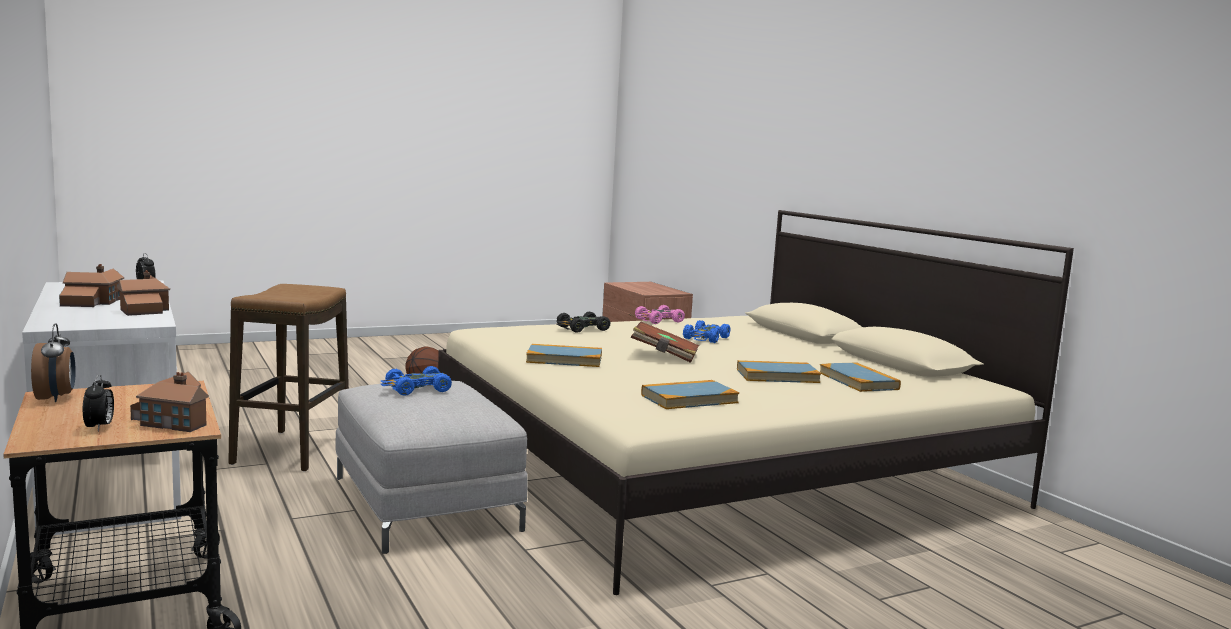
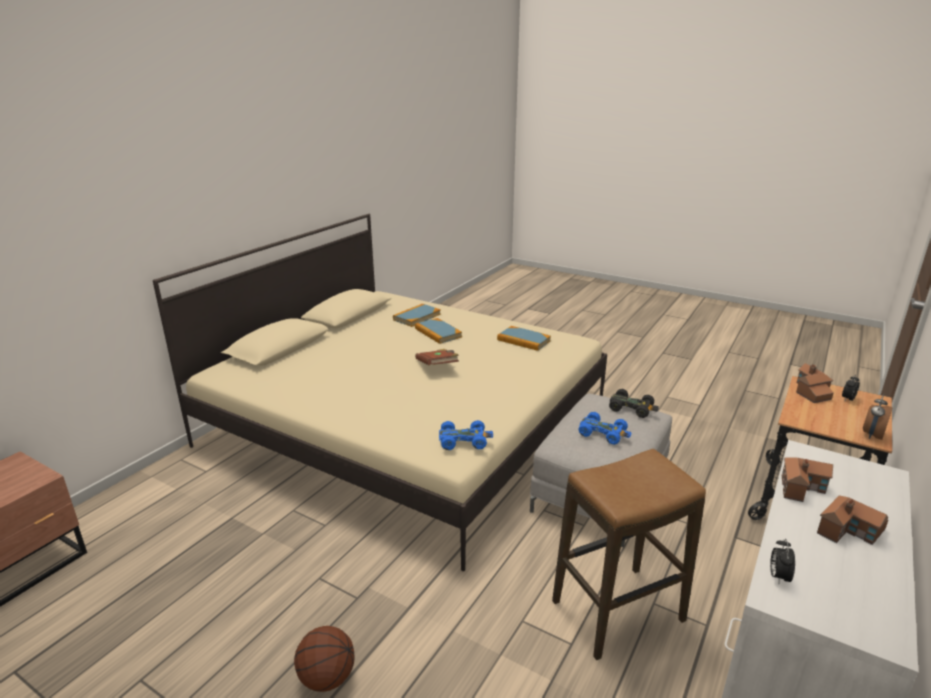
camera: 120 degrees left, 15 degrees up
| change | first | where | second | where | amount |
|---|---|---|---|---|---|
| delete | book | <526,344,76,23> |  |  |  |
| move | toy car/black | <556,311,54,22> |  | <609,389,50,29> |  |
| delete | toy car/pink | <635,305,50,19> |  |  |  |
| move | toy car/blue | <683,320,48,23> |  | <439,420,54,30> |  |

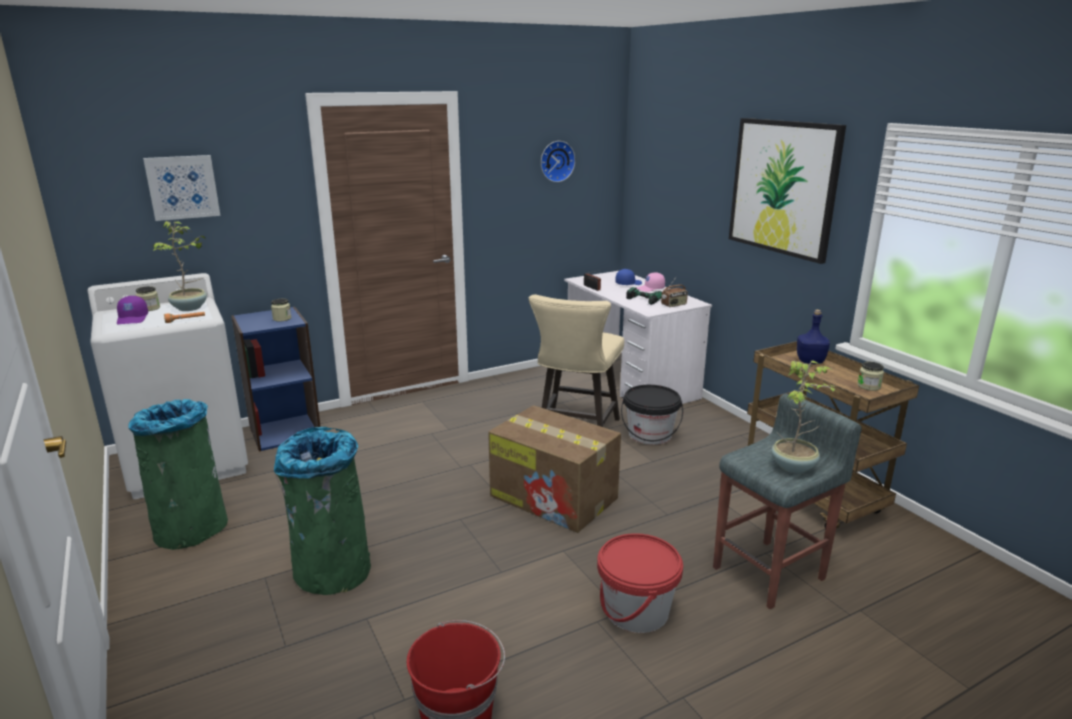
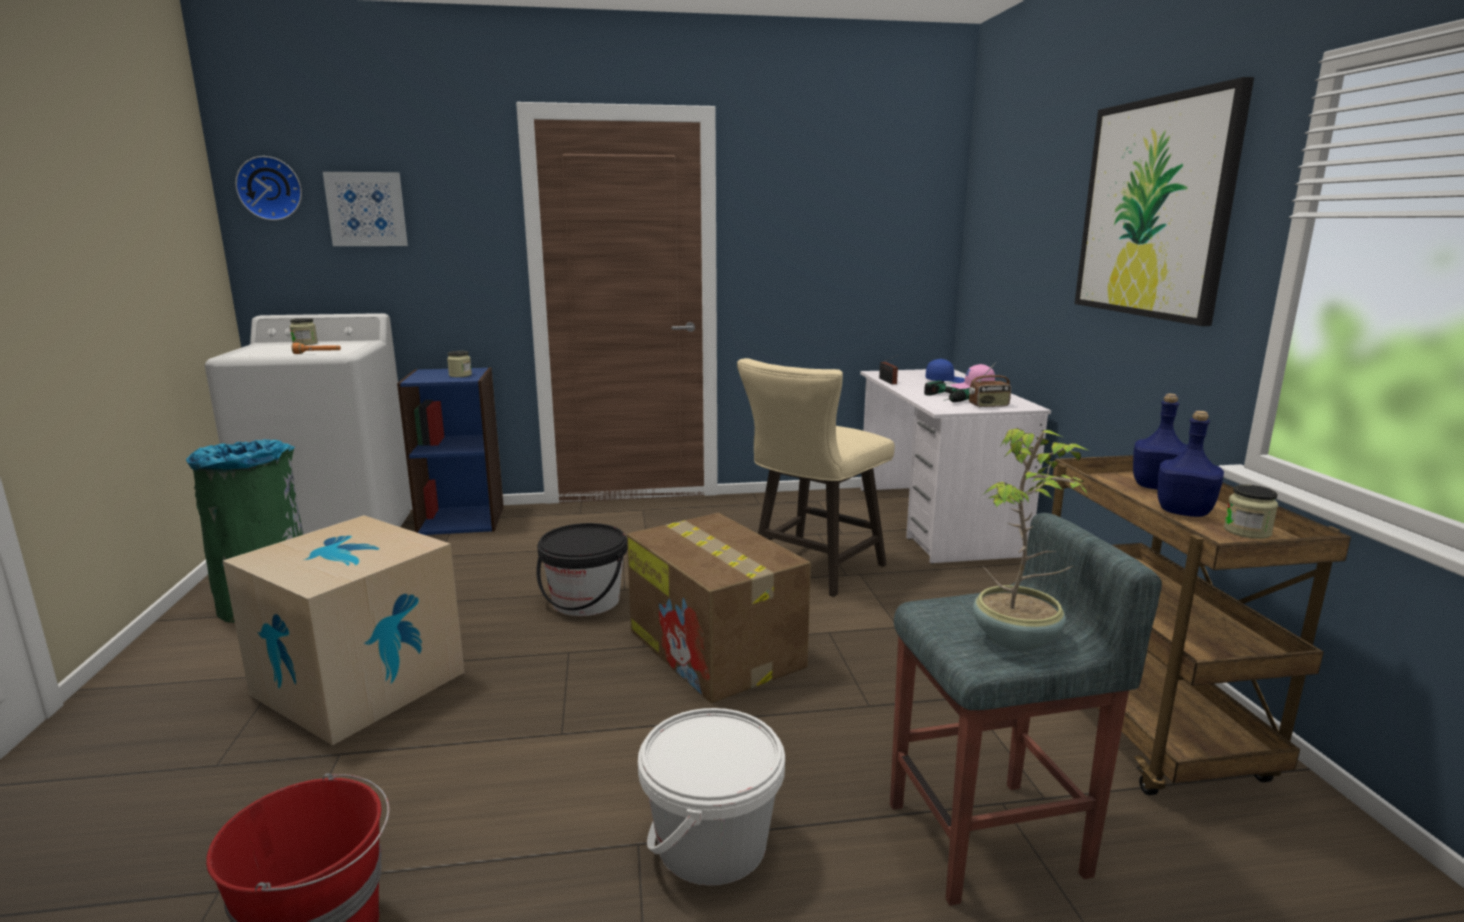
camera: 20 degrees right, 5 degrees down
| change | first | where | second | where | amount |
|---|---|---|---|---|---|
| delete | cap/purple | <117,296,31,28> |  |  |  |
| delete | potted plant | <153,221,54,90> |  |  |  |
| replace | trash can/green | <274,427,97,168> | cardboard box | <223,515,242,230> |  |
| move | wall clock | <541,141,34,41> |  | <235,156,67,65> |  |
| recolor | bucket/red | <597,533,86,100> | bucket/white | <638,708,147,177> |  |
| move | bucket/black | <621,385,62,60> |  | <536,523,91,93> |  |
| insert |  |  | bottle/blue | <1157,411,67,106> |  |

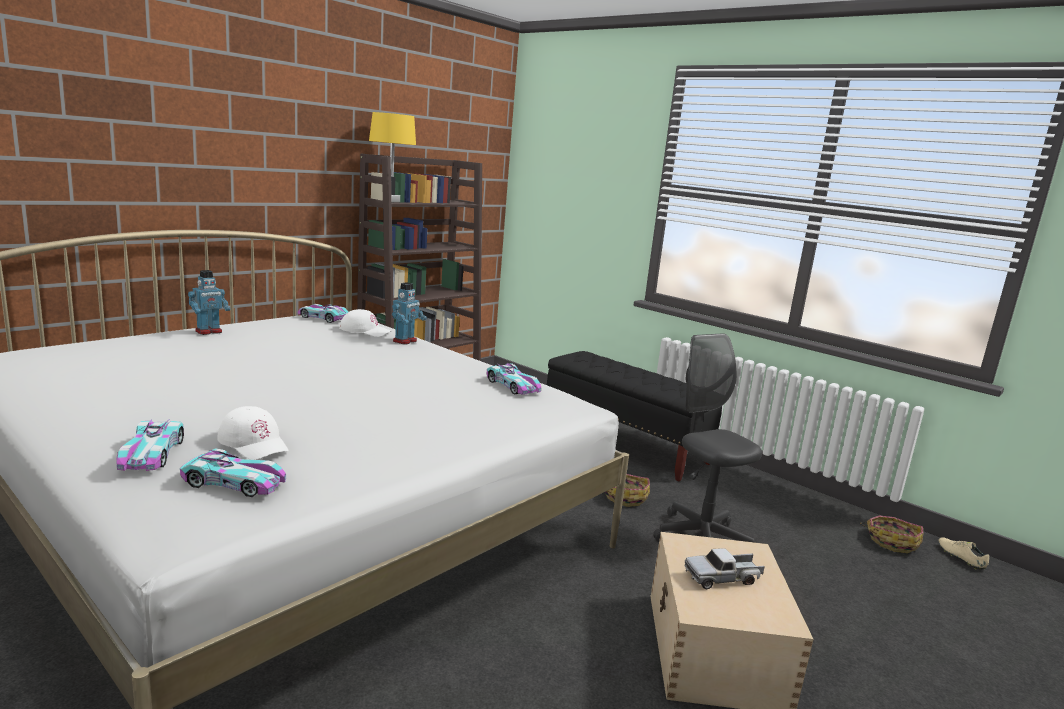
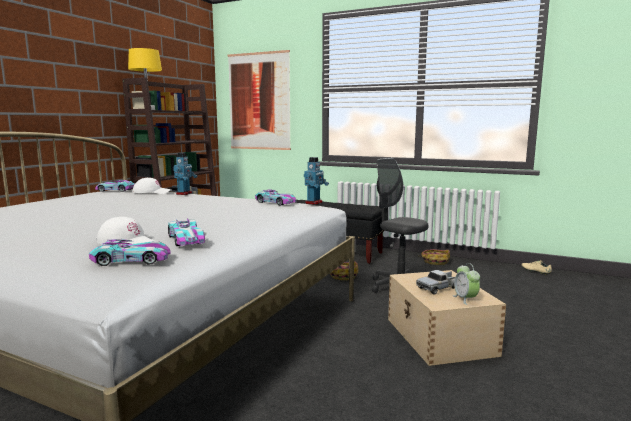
camera: 15 degrees left, 5 degrees down
| change | first | where | second | where | amount |
|---|---|---|---|---|---|
| move | toy car | <116,419,68,52> |  | <168,219,37,27> |  |
| move | toy robot | <188,270,42,65> |  | <304,157,25,48> |  |
| move | basket | <860,515,63,38> |  | <418,249,32,16> |  |
| insert |  |  | picture | <228,50,63,100> |  |
| insert |  |  | alarm clock | <453,263,27,42> |  |

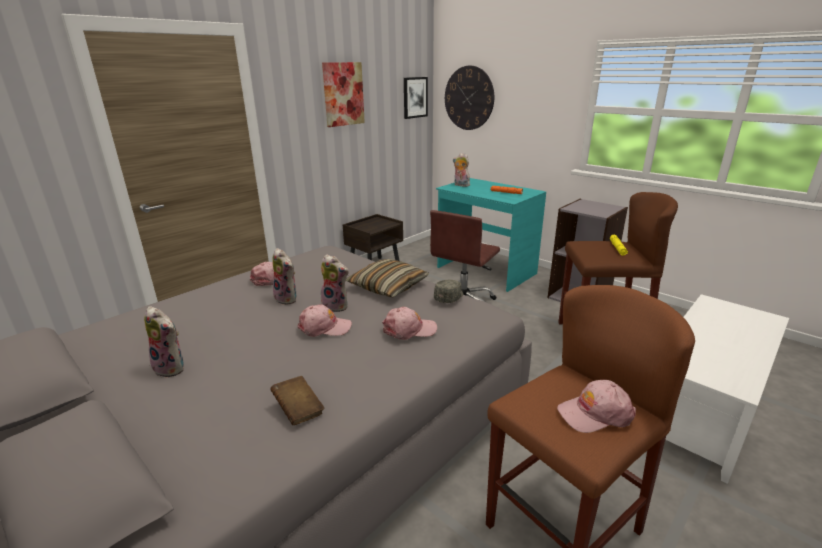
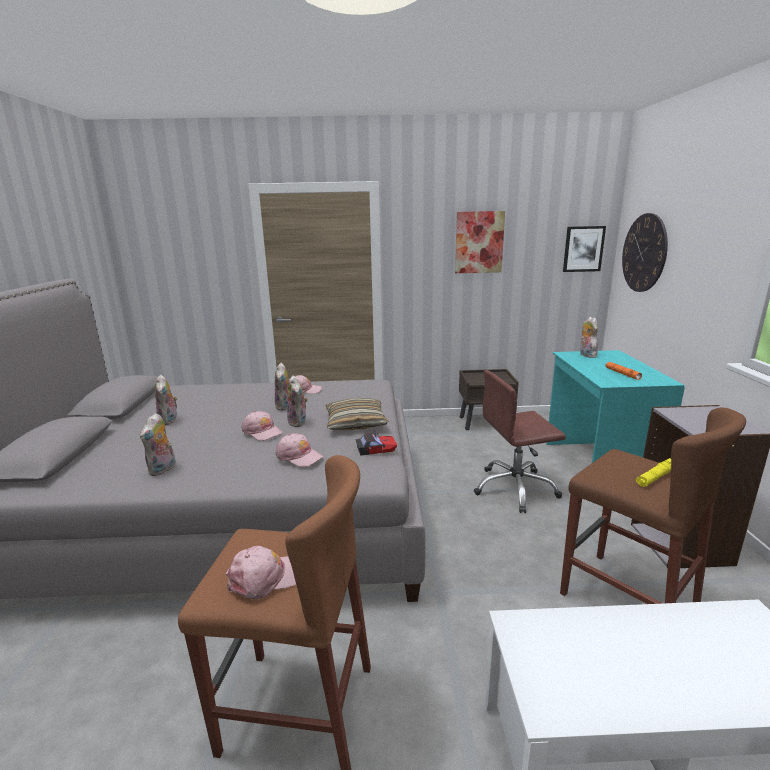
camera: 45 degrees right, 5 degrees down
| change | first | where | second | where | amount |
|---|---|---|---|---|---|
| replace | book/brown | <270,376,55,49> | plush toy | <140,413,35,63> |  |
| replace | cap/grey | <434,280,29,23> | toy car | <355,431,42,25> |  |
| rotate | cap/pink | <557,380,79,53> |  | <226,546,70,53> | 120 degrees clockwise |

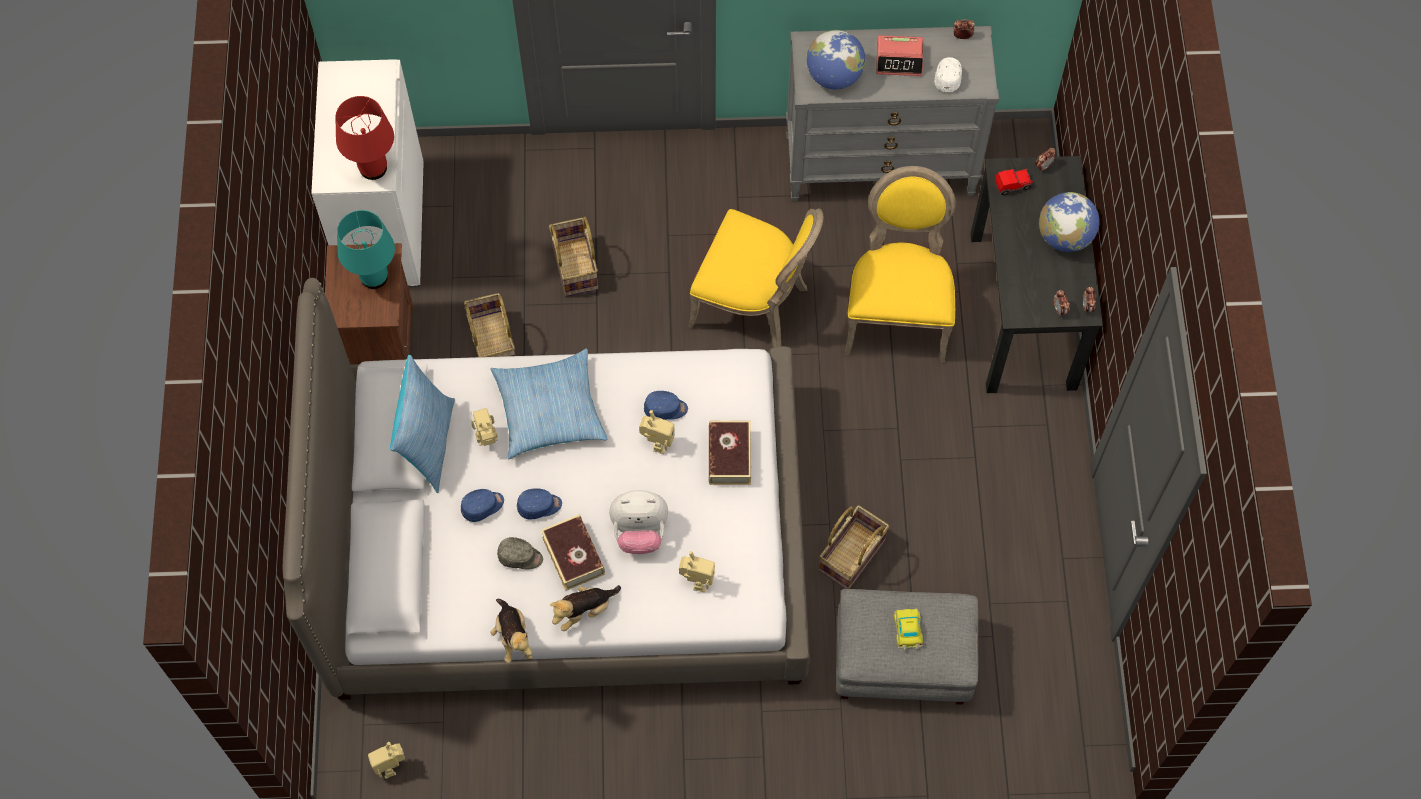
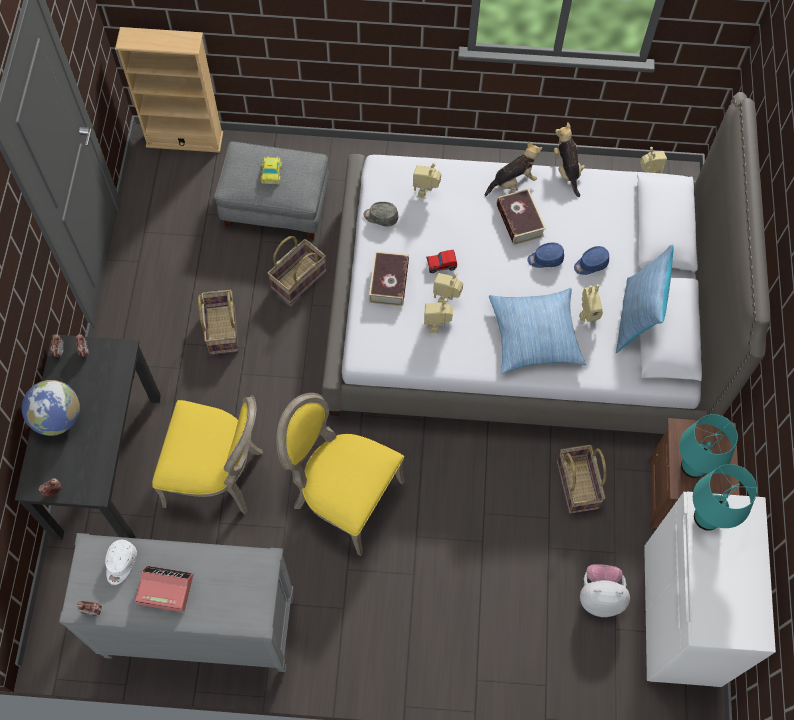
camera: 175 degrees left, 0 degrees up
| change | first | where | second | where | amount |
|---|---|---|---|---|---|
| recolor | table lamp/red | <336,96,58,84> | table lamp/turquoise | <693,464,64,67> |  |
| move | cap/grey | <497,537,46,32> |  | <364,202,35,25> |  |
| move | basket | <549,217,49,79> |  | <198,290,40,65> |  |
| move | plush toy | <609,490,59,64> |  | <580,564,50,53> |  |
| replace | cap/blue | <644,391,44,29> | toy robot | <424,298,29,35> |  |
| delete | globe | <806,30,60,59> |  |  |  |
| rotate | chair/yellow | <845,166,111,197> |  | <152,395,111,119> | 90 degrees counterclockwise |
| move | toy car | <995,169,38,26> |  | <426,250,31,23> |  |
| insert |  |  | bookcase/beige | <115,27,108,126> |  |

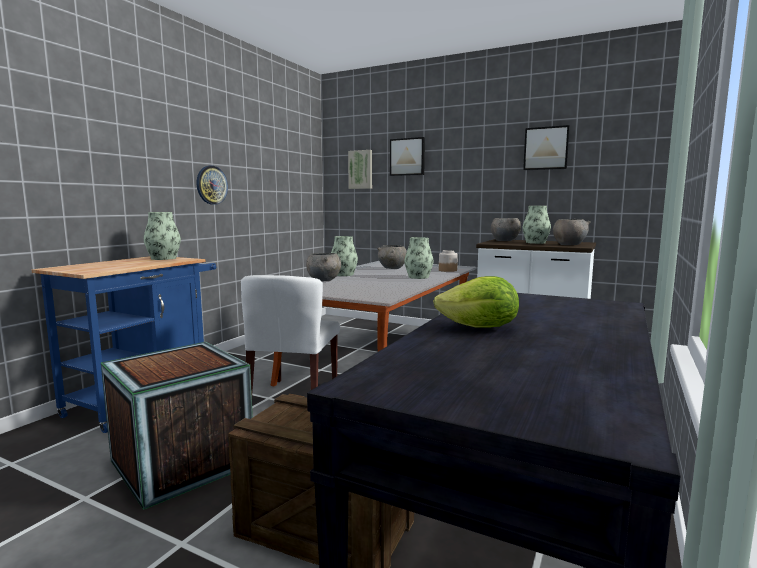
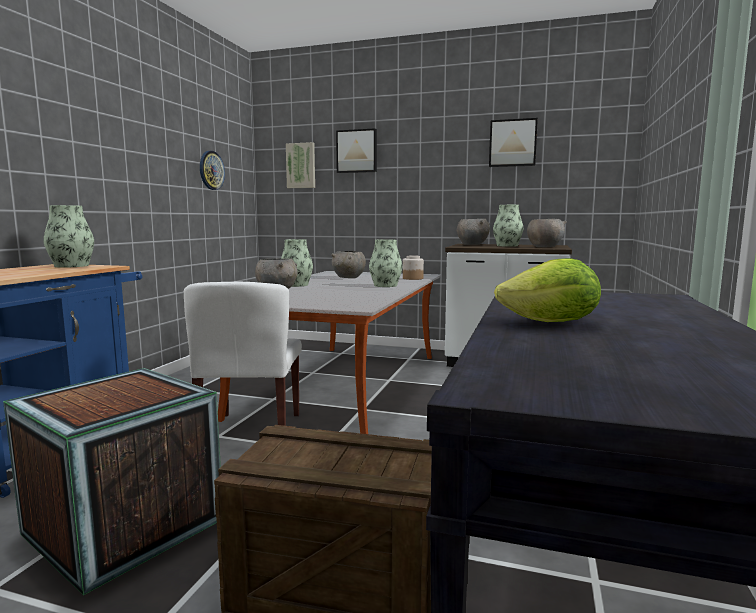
camera: 10 degrees left, 0 degrees up
| change | first | where | second | where | amount |
|---|---|---|---|---|---|
| move | wall clock | <197,166,31,39> |  | <200,151,25,39> |  |

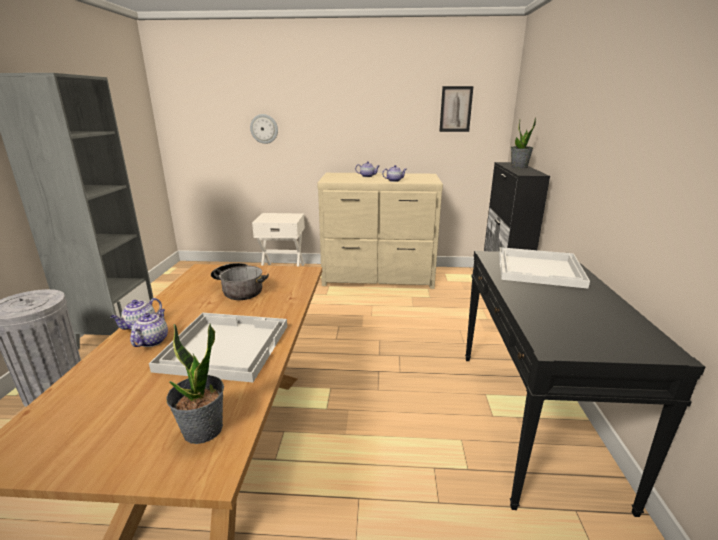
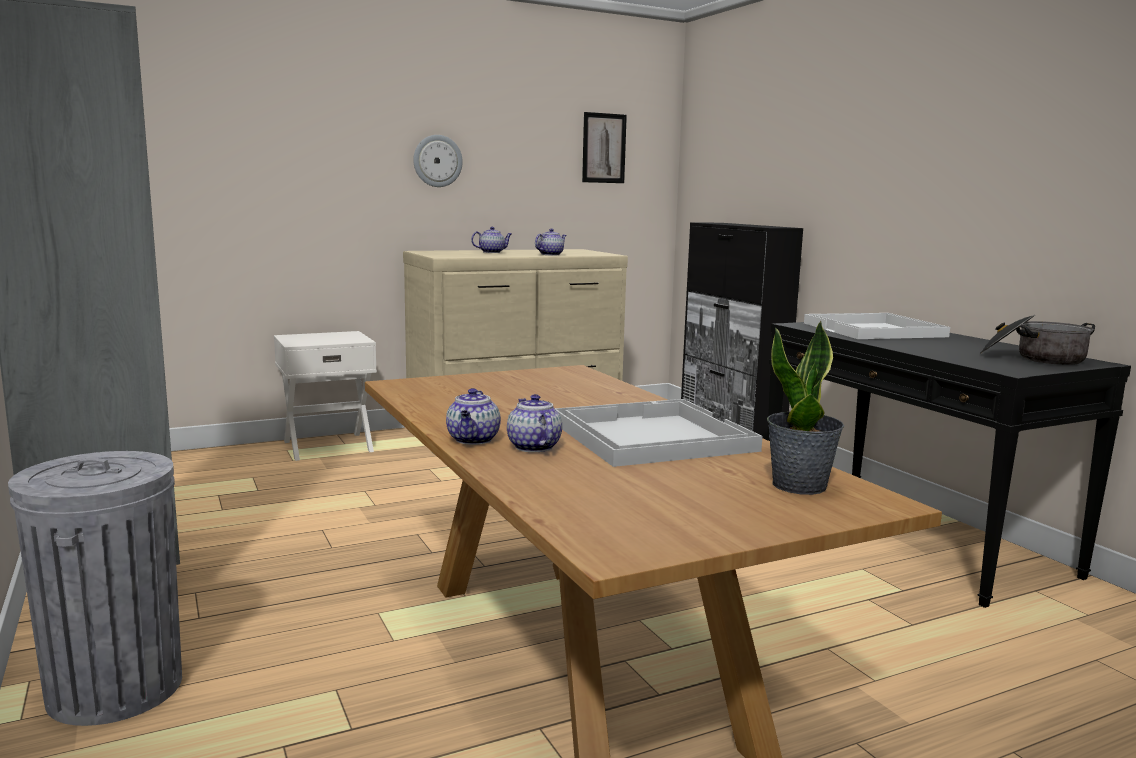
camera: 30 degrees left, 10 degrees down
| change | first | where | second | where | amount |
|---|---|---|---|---|---|
| move | cooking pot | <211,263,58,37> |  | <980,315,115,50> |  |
| move | wall clock | <250,114,28,30> |  | <413,135,50,52> |  |
| delete | potted plant | <511,118,25,50> |  |  |  |

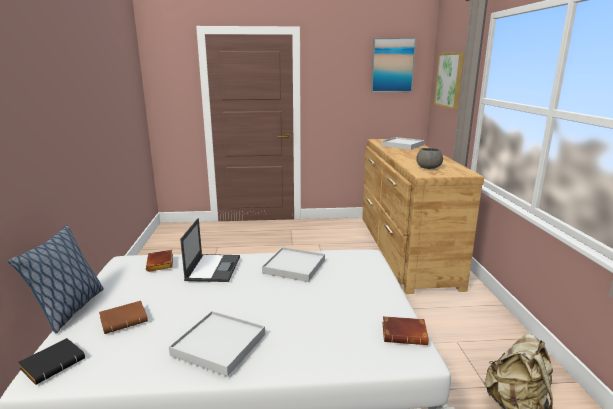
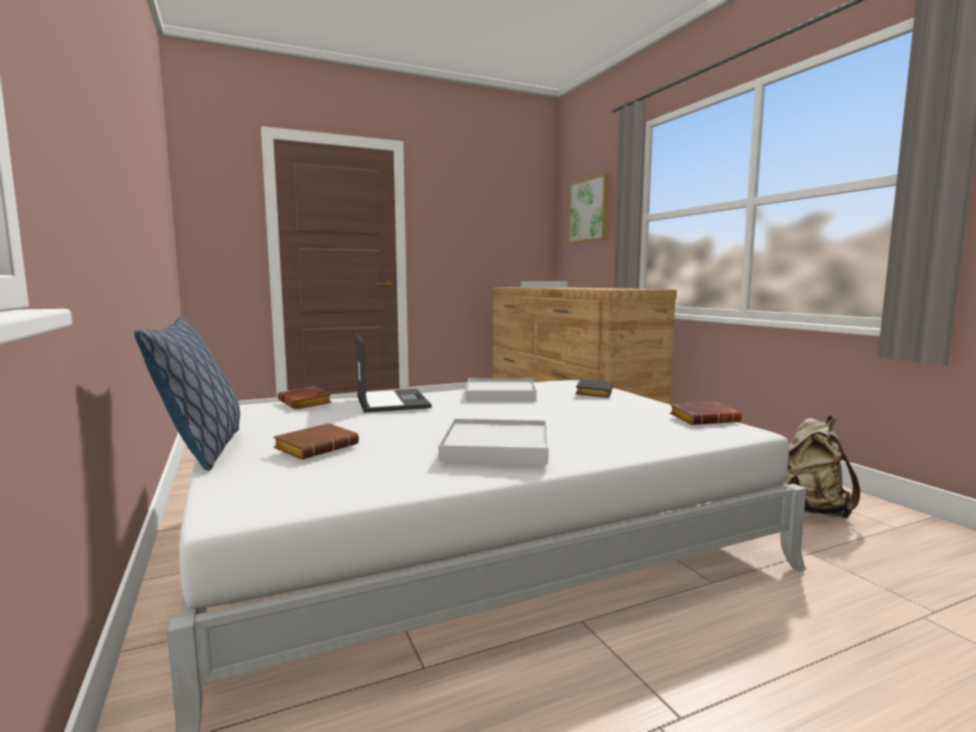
camera: 20 degrees left, 10 degrees down
| change | first | where | second | where | amount |
|---|---|---|---|---|---|
| move | book/black | <18,338,67,47> |  | <575,379,38,19> |  |
| delete | picture | <371,38,45,54> |  |  |  |
| delete | bowl/grey | <416,148,27,21> |  |  |  |

